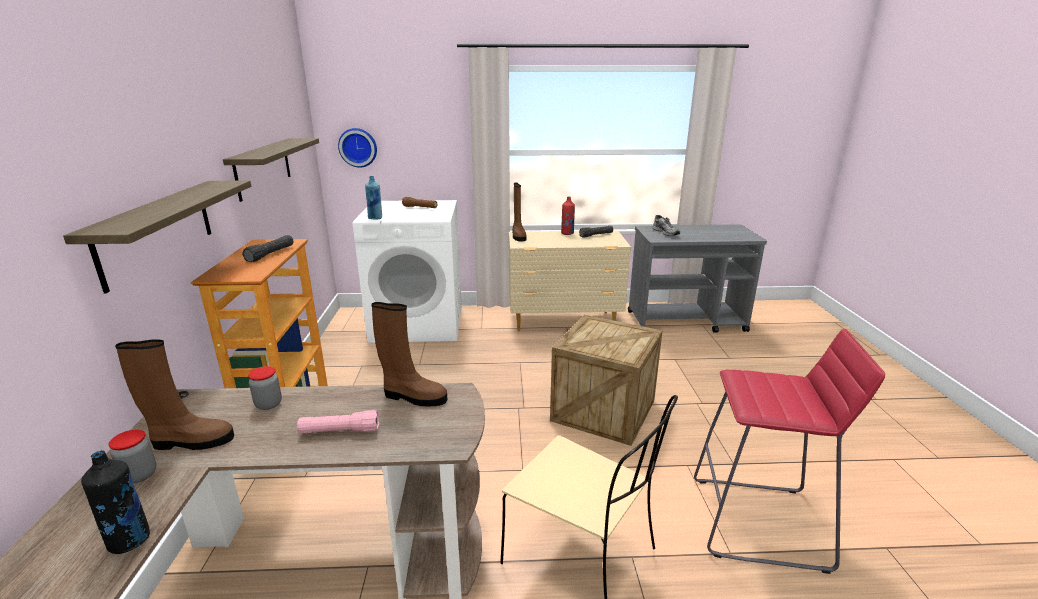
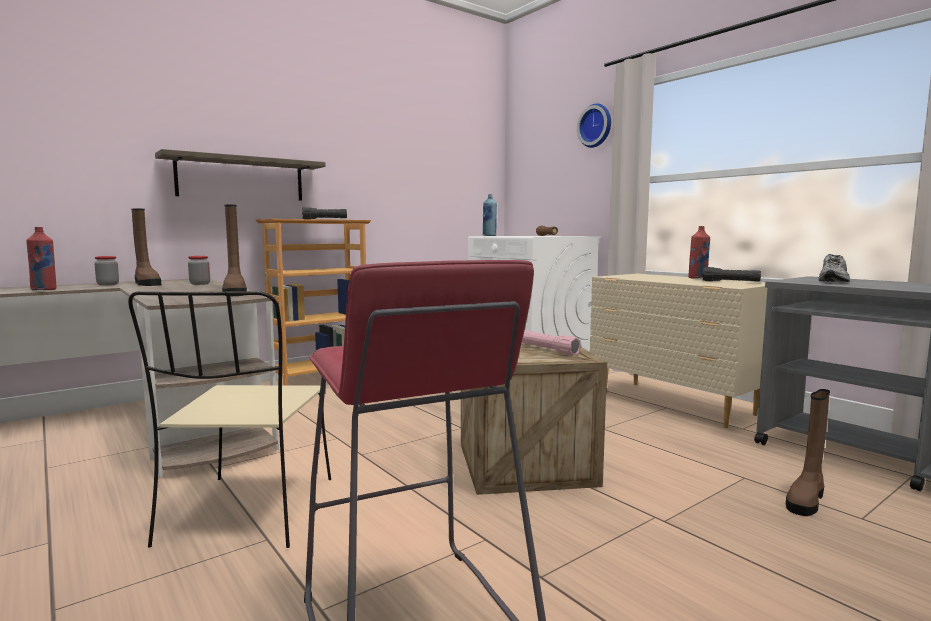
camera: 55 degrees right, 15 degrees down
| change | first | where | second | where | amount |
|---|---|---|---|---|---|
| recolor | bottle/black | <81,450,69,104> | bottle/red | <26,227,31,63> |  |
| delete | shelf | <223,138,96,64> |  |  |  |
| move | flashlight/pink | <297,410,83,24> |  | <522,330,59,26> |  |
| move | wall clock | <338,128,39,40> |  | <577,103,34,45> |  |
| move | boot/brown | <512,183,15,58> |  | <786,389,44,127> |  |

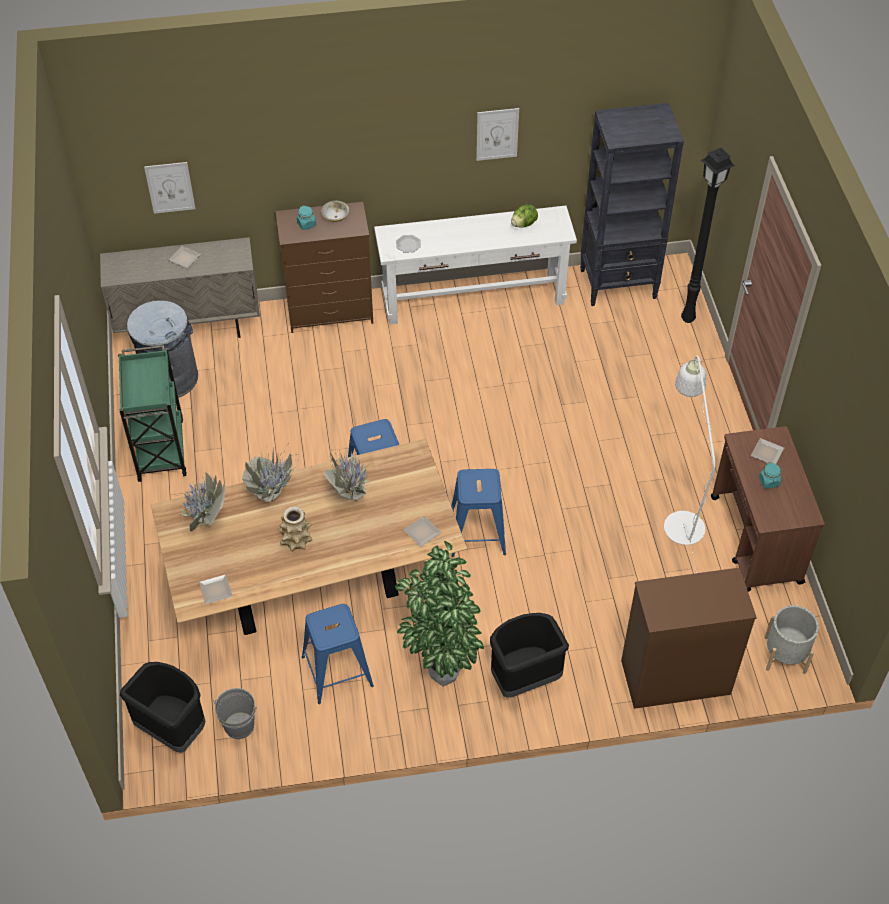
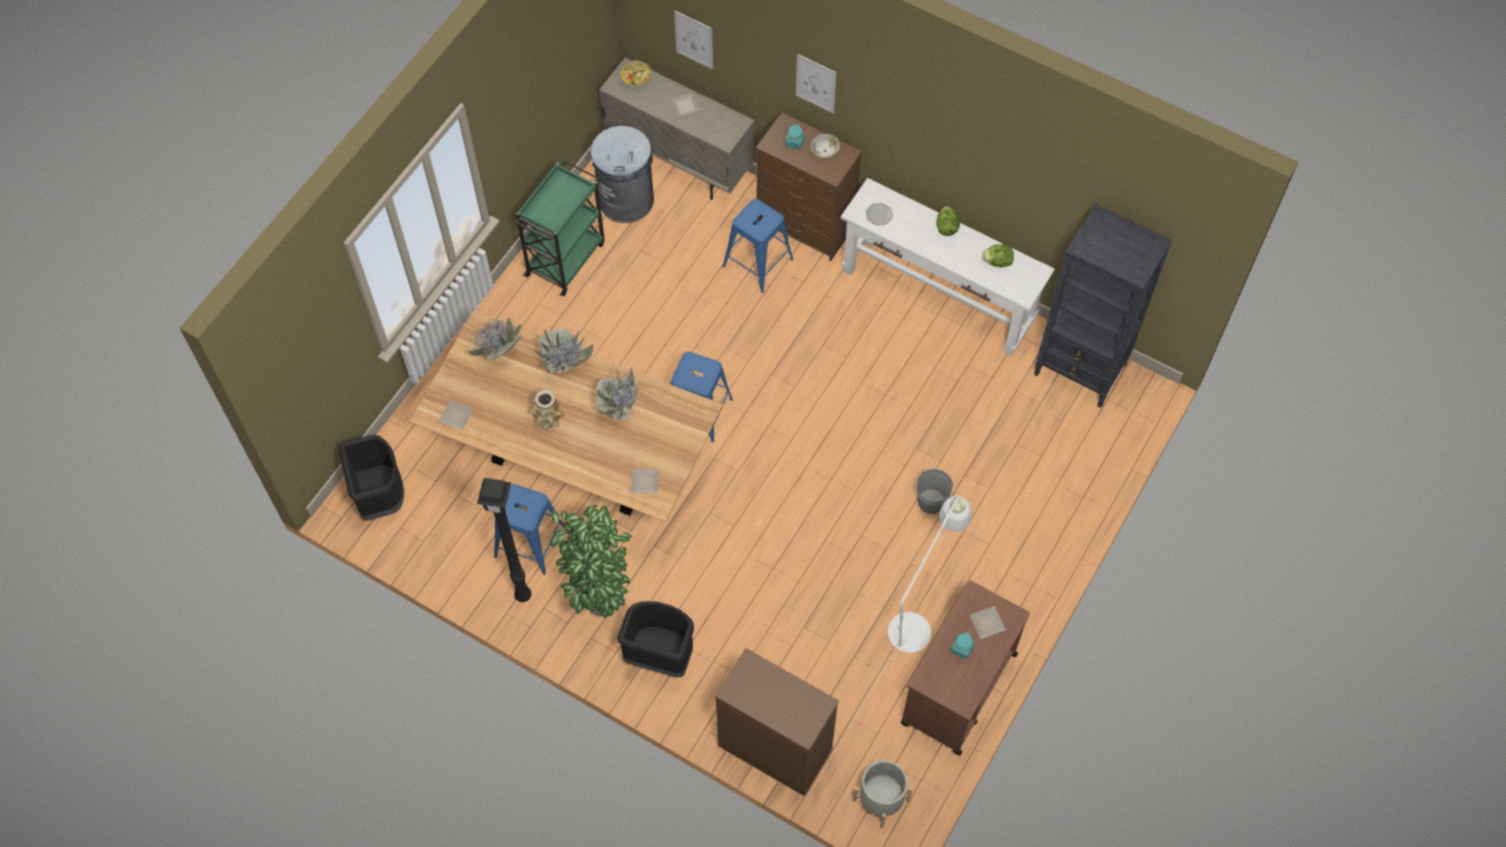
camera: 40 degrees right, 10 degrees up
| change | first | where | second | where | amount |
|---|---|---|---|---|---|
| move | bucket/grey | <213,688,45,51> |  | <916,468,37,46> |  |
| move | stool/blue | <451,469,55,88> |  | <723,199,70,94> |  |
| move | picture | <476,108,43,53> |  | <796,54,41,59> |  |
| move | floor lamp/black | <681,148,54,175> |  | <477,478,55,124> |  |
| insert |  |  | bowl | <620,60,31,28> |  |
| insert |  |  | lettuce | <936,206,24,30> |  |

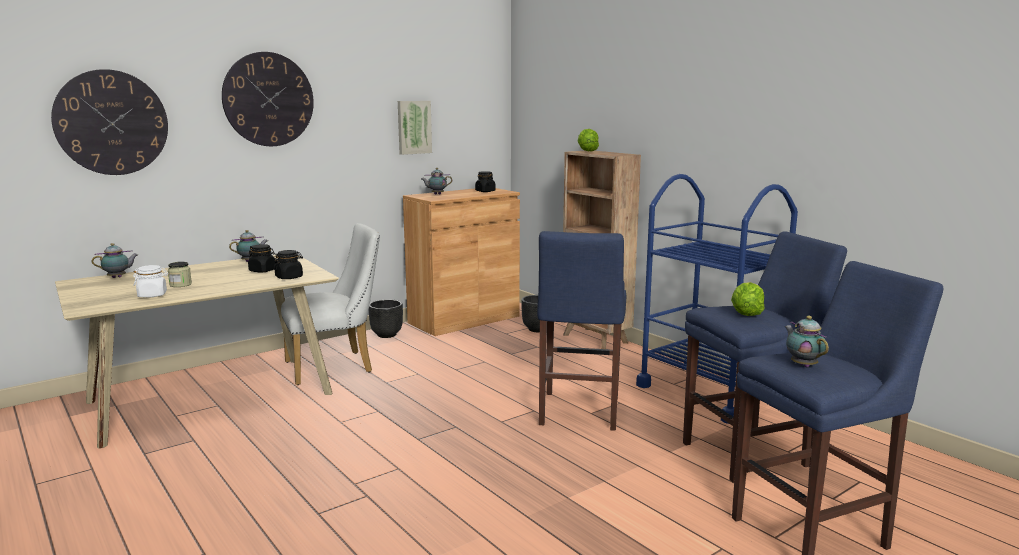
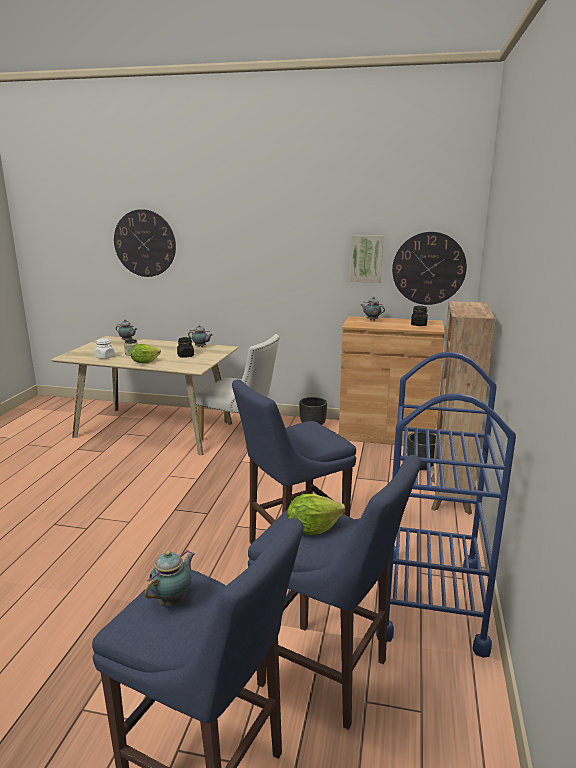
camera: 50 degrees right, 5 degrees up
| change | first | where | second | where | amount |
|---|---|---|---|---|---|
| move | wall clock | <222,52,92,94> |  | <392,232,75,73> |  |
| delete | jar/black | <273,250,30,29> |  |  |  |
| move | lettuce | <578,129,21,22> |  | <131,344,30,19> |  |

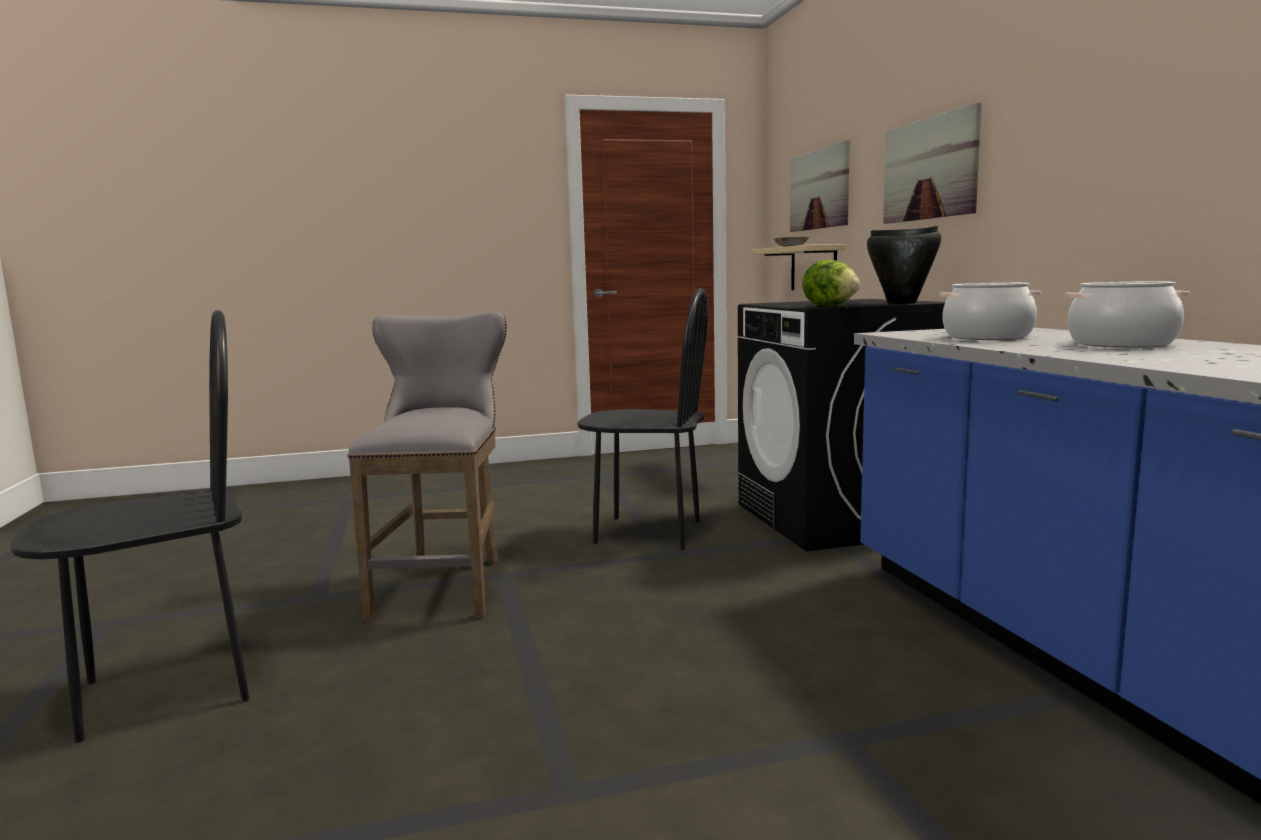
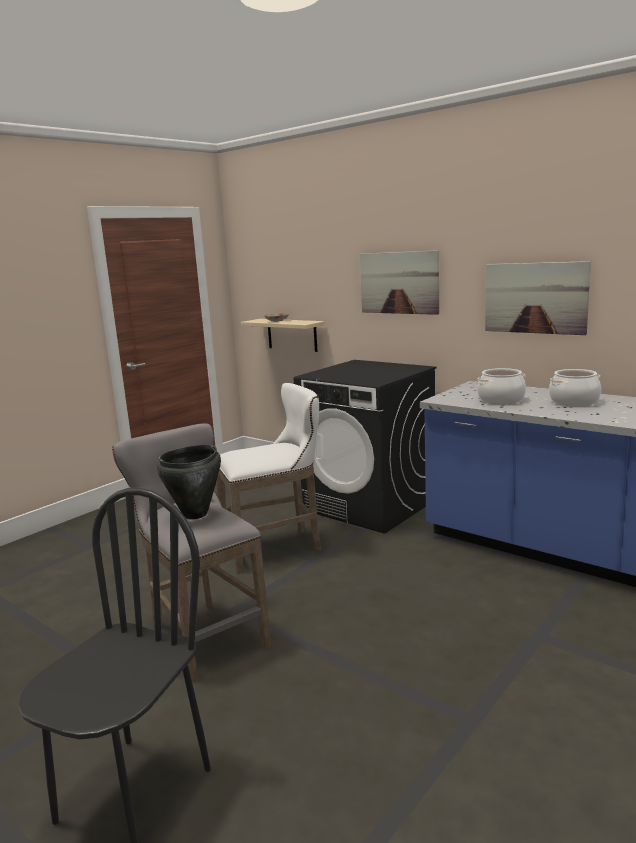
camera: 35 degrees left, 5 degrees up
| change | first | where | second | where | amount |
|---|---|---|---|---|---|
| replace | chair/black | <577,288,131,262> | stool/white | <216,383,105,190> |  |
| move | picture | <790,140,60,92> |  | <485,261,106,74> |  |
| delete | lettuce | <802,259,58,48> |  |  |  |
| move | cooking pot/black | <867,226,74,78> |  | <157,445,64,74> |  |

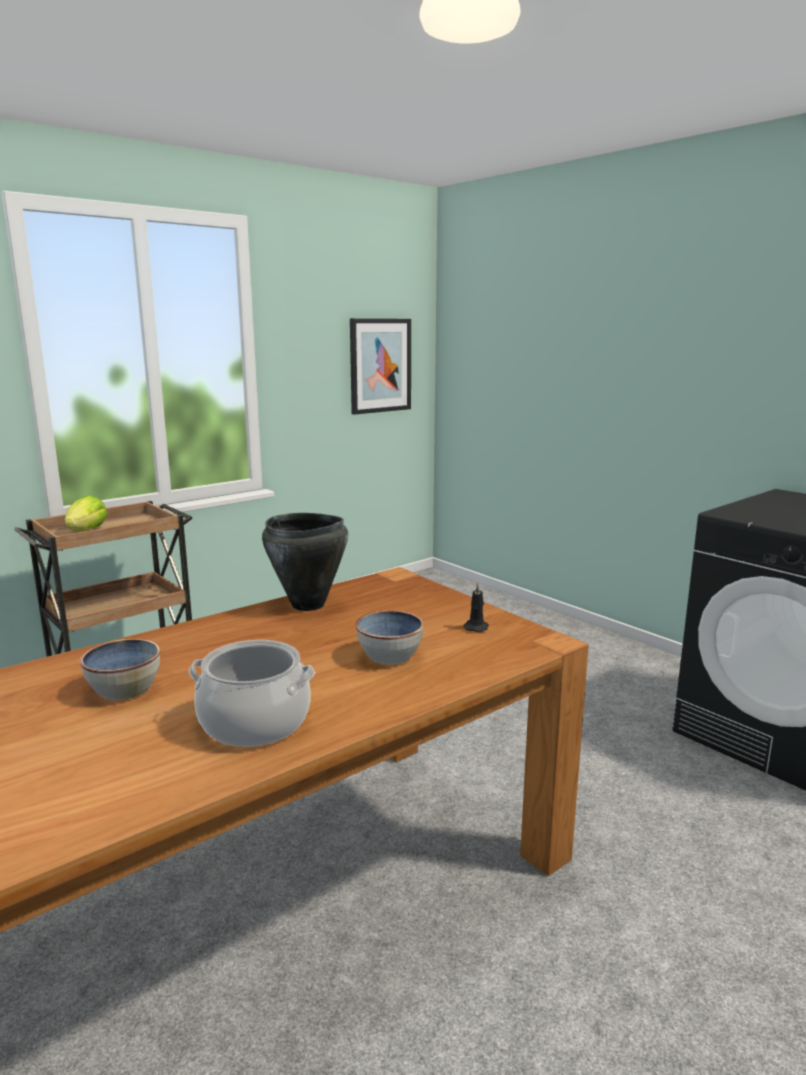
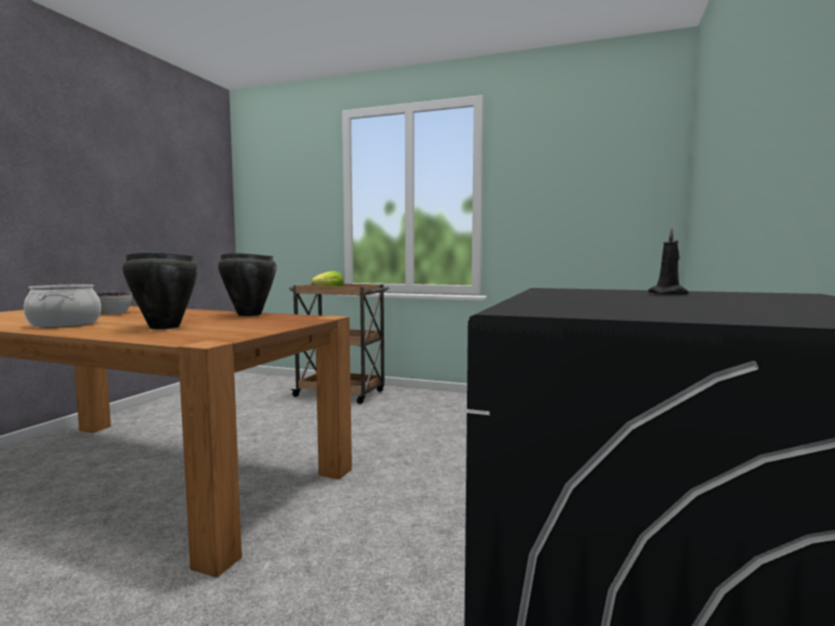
camera: 60 degrees right, 10 degrees down
| change | first | where | second | where | amount |
|---|---|---|---|---|---|
| delete | picture | <350,318,61,97> |  |  |  |
| replace | bowl | <356,611,68,54> | cooking pot/black | <122,252,76,77> |  |
| move | candle/black | <463,583,26,49> |  | <648,228,41,66> |  |

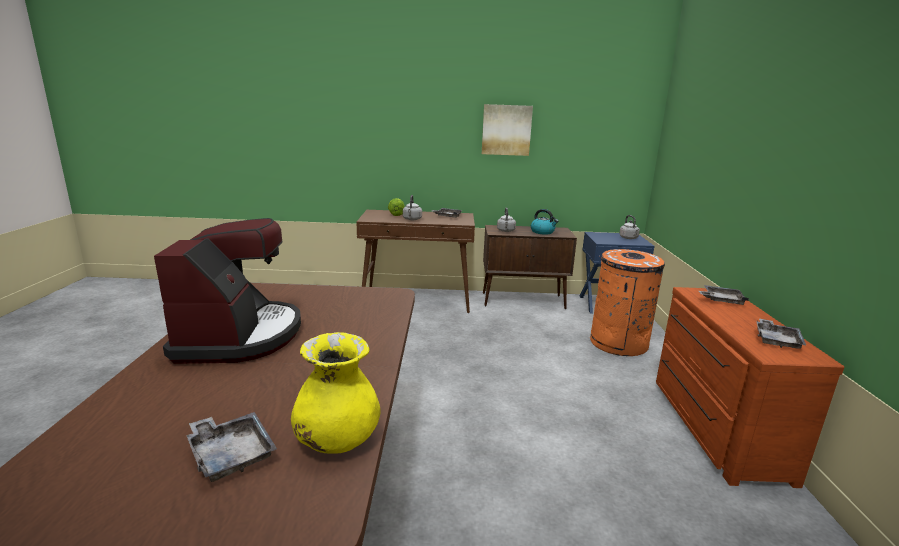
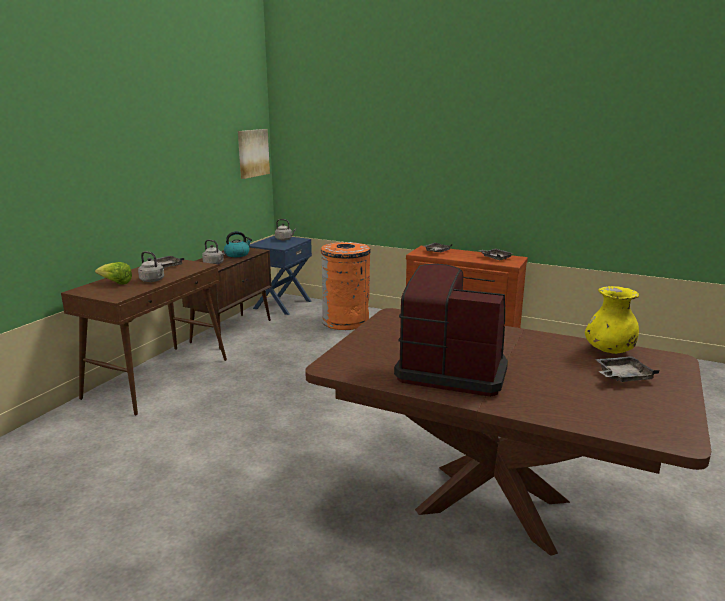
camera: 65 degrees left, 0 degrees up
| change | first | where | second | where | amount |
|---|---|---|---|---|---|
| move | picture | <482,104,51,52> |  | <238,129,32,50> |  |

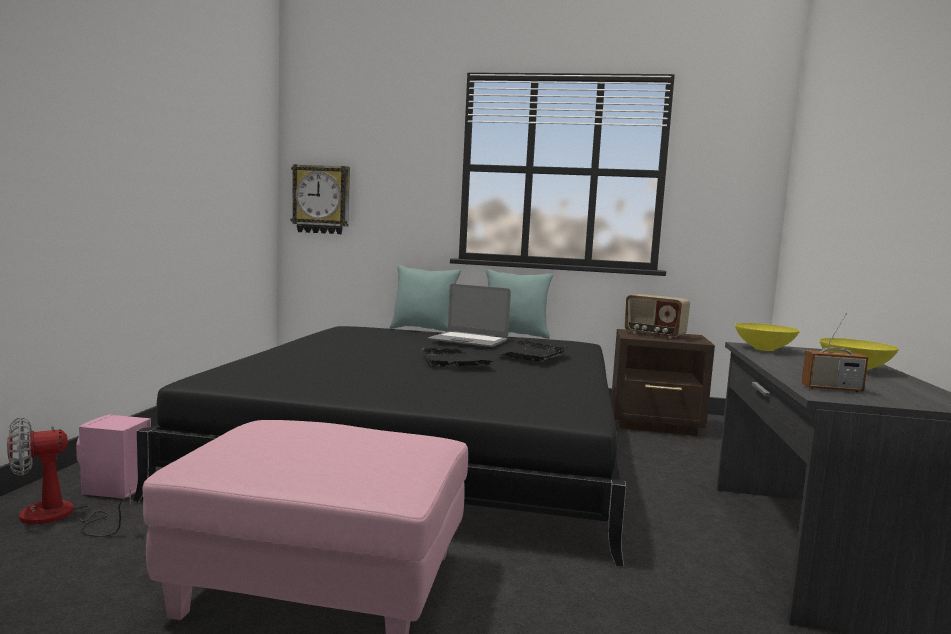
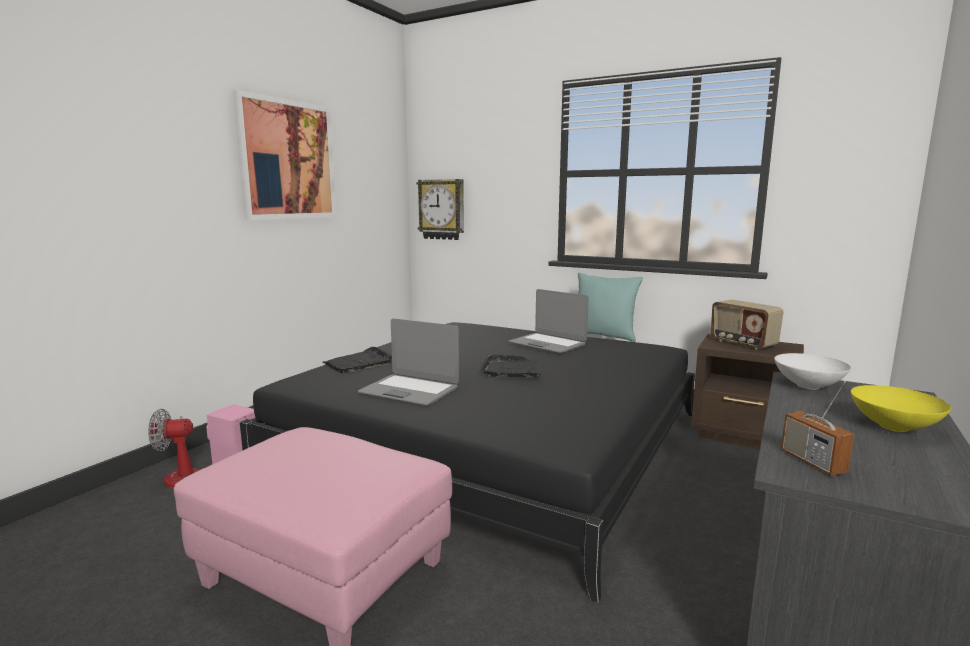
camera: 20 degrees right, 5 degrees up
| change | first | where | second | where | amount |
|---|---|---|---|---|---|
| delete | pillow/turquoise | <390,265,71,67> |  |  |  |
| move | tray/black | <496,340,72,22> |  | <323,347,69,26> |  |
| recolor | bowl/yellow | <735,323,65,28> | bowl/white | <774,353,77,36> |  |
| rotate | radio | <801,313,67,79> |  | <781,381,73,95> | 45 degrees clockwise |
| insert |  |  | picture | <233,90,103,130> |  |
| insert |  |  | laptop | <358,319,101,86> |  |

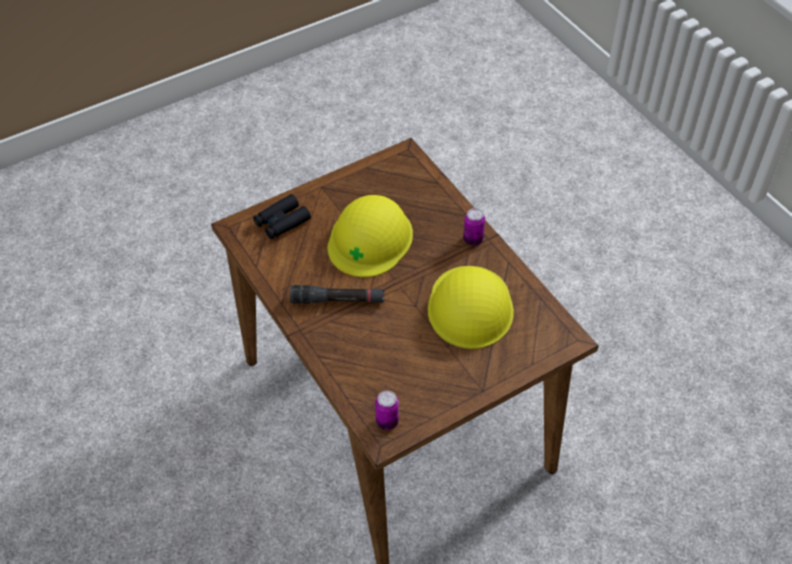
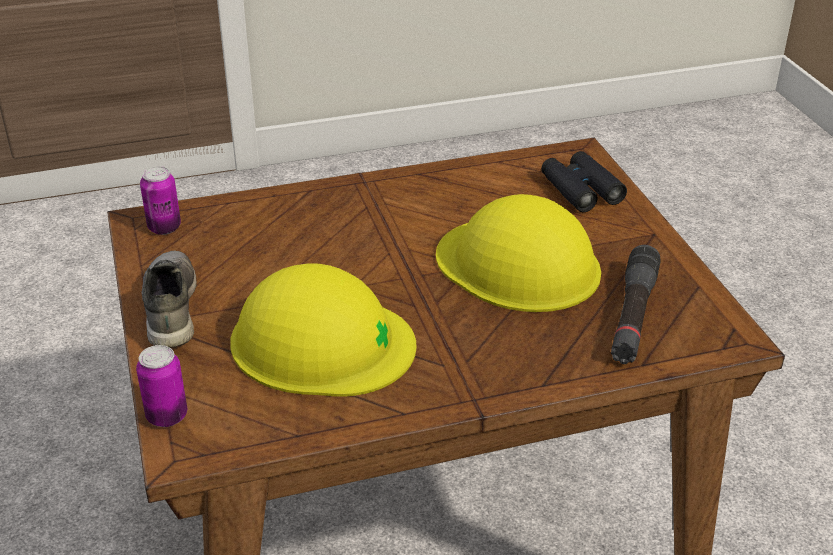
camera: 105 degrees right, 15 degrees down
| change | first | where | second | where | amount |
|---|---|---|---|---|---|
| move | flashlight/black | <290,285,95,19> |  | <611,245,50,119> |  |
| move | can | <463,208,22,38> |  | <136,345,51,82> |  |
| insert |  |  | shoe/grey | <142,250,55,98> |  |

